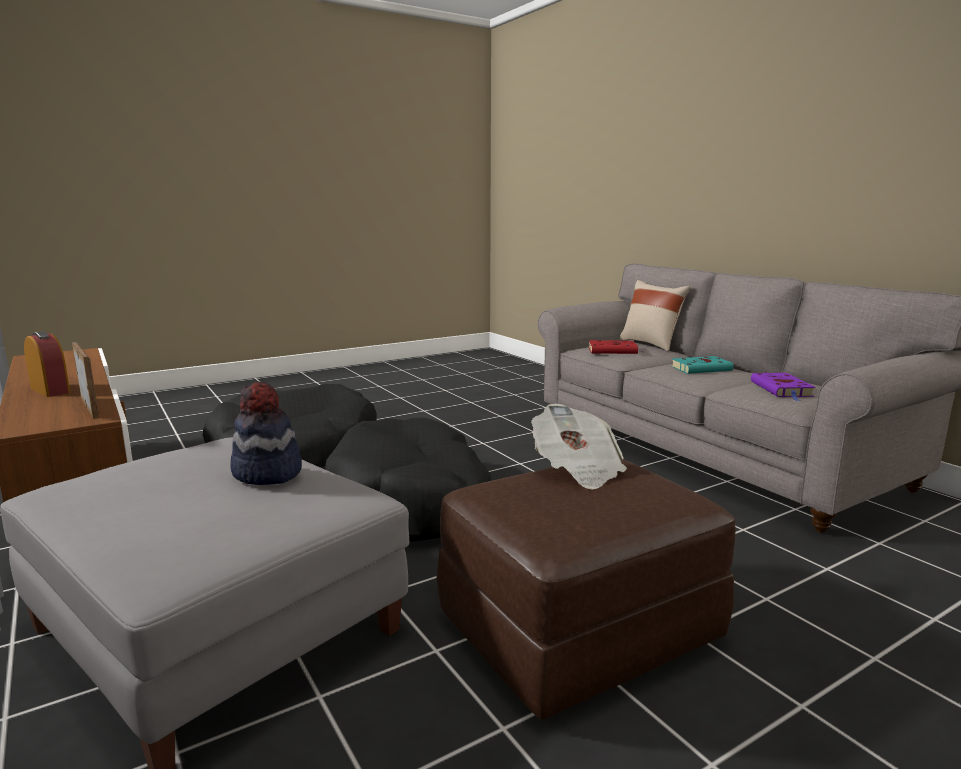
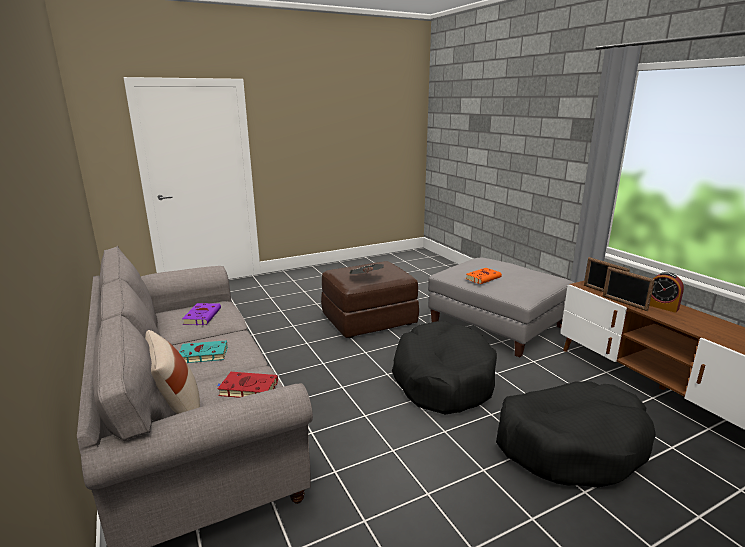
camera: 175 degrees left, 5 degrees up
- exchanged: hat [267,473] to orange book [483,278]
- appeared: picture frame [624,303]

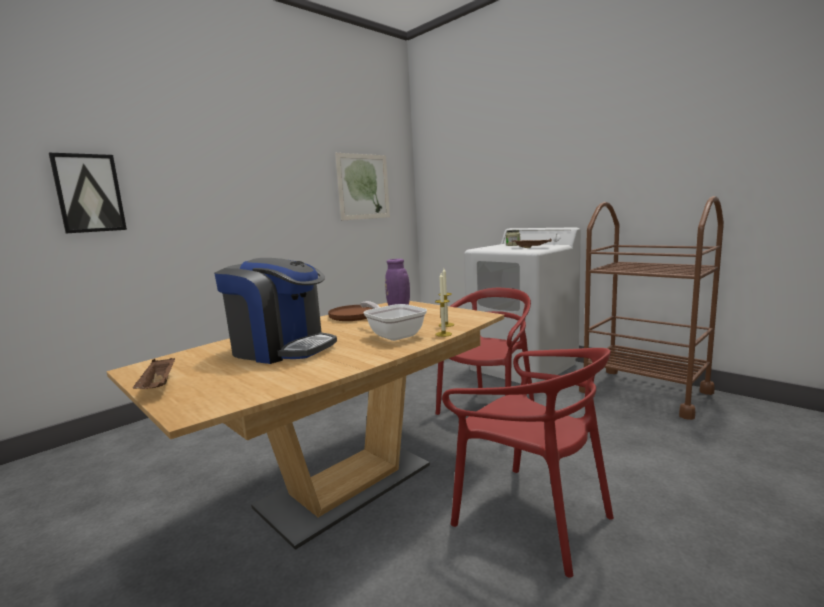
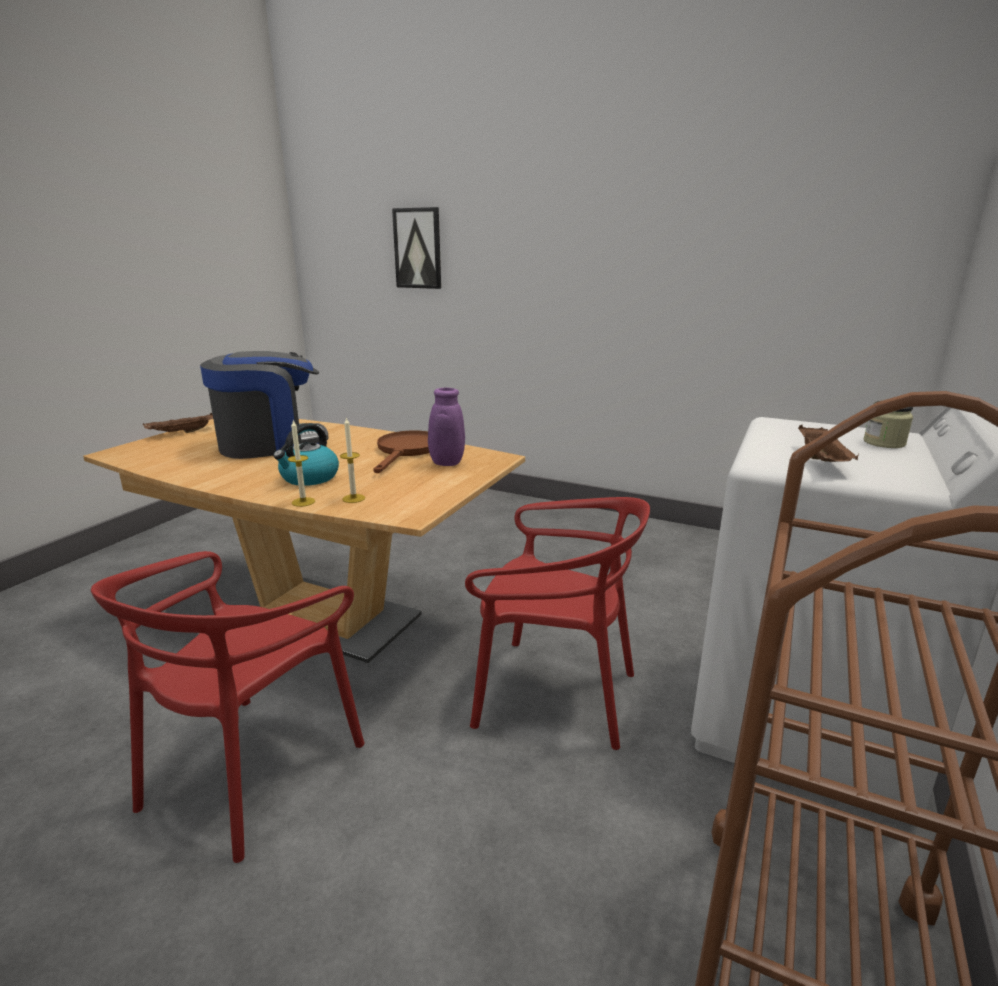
camera: 70 degrees right, 10 degrees up
- missing: picture [363,186]
- spun: coffee machine [281,349] = [271,444] 120 degrees counterclockwise
- exchanged: frying pan [393,335] to kettle [309,478]

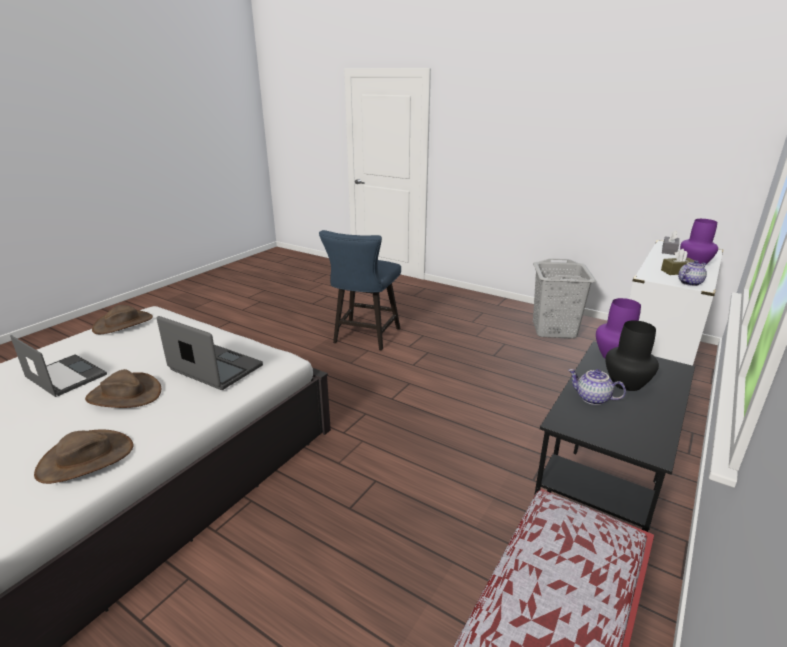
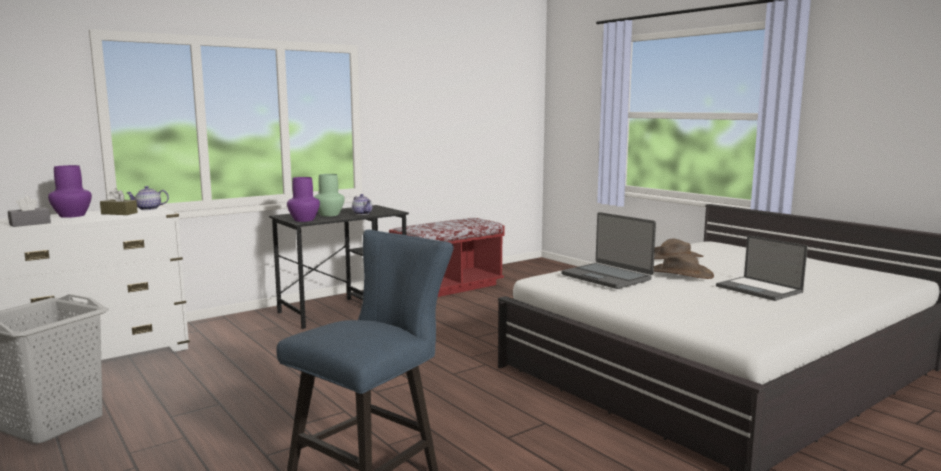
camera: 160 degrees left, 15 degrees down
- missing: brown hat [123,323]
- colour: black vase [625,383] to green vase [329,215]

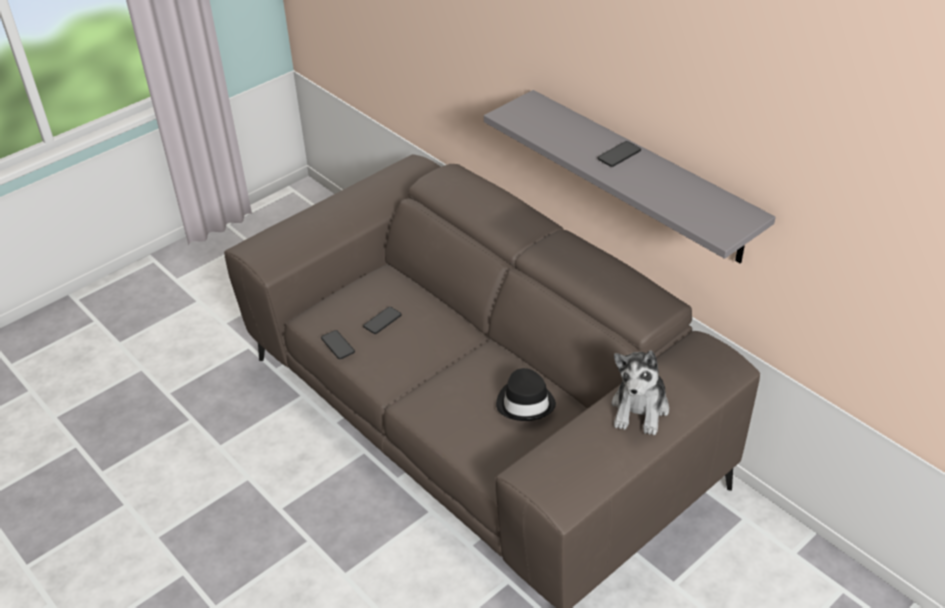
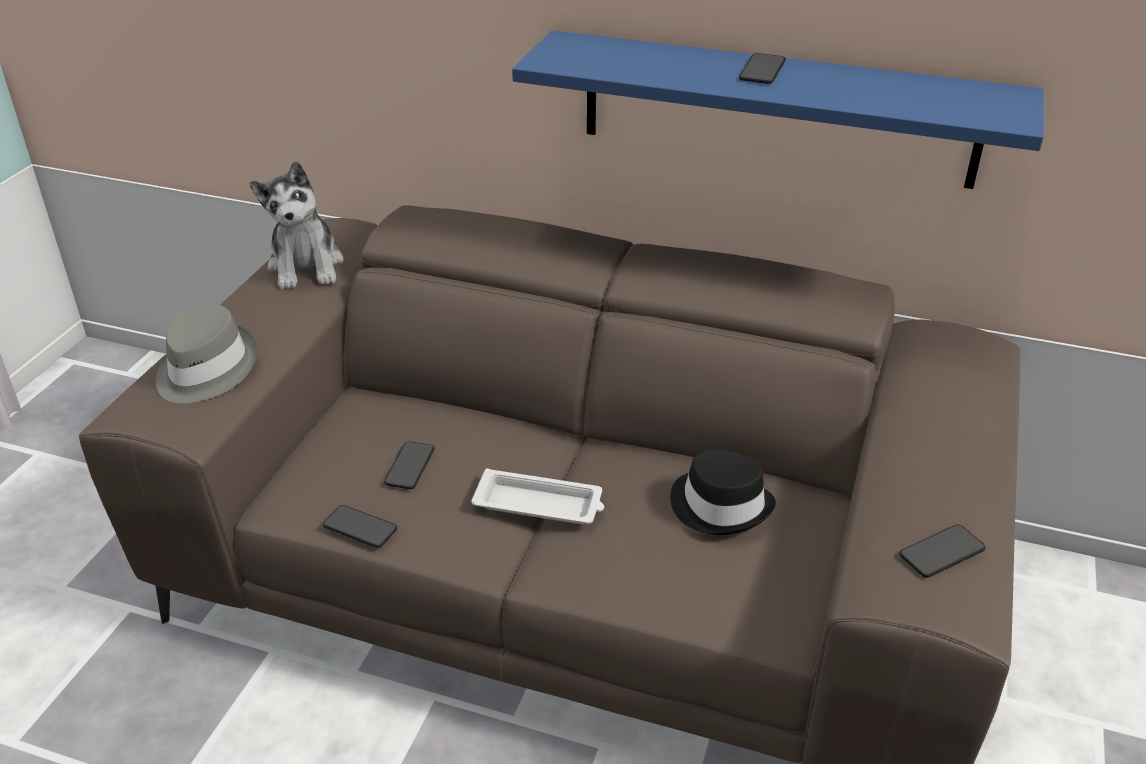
camera: 30 degrees left, 5 degrees down
- colour: grey shelf [641,176] to blue shelf [777,109]
- relocated: plush toy [640,409] to [306,266]
- appeared: grey hat [204,369]
- appeared: white tray [540,504]
- appeared: phone [941,552]

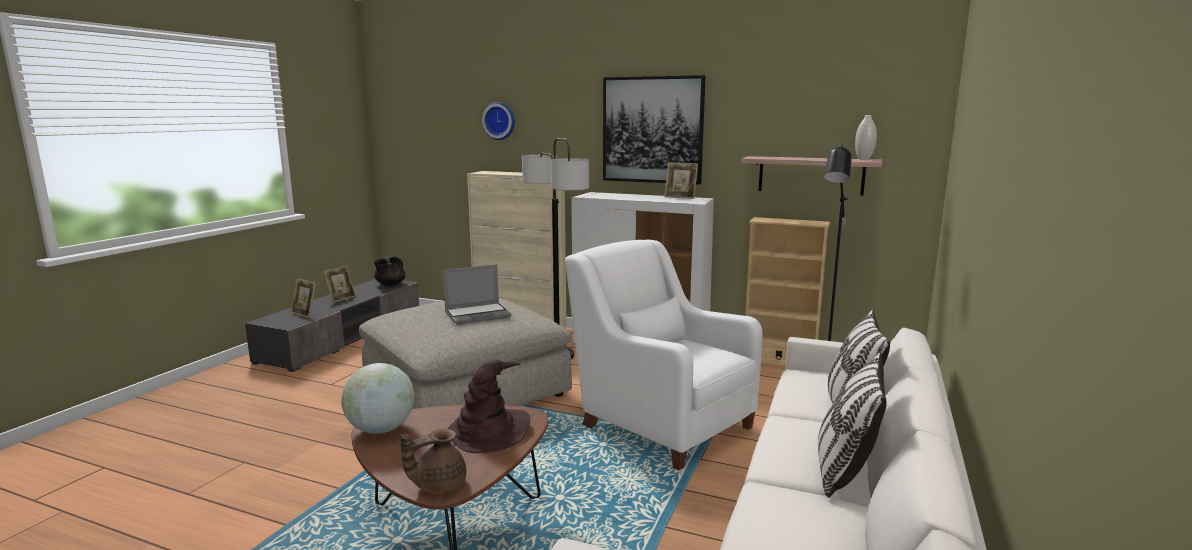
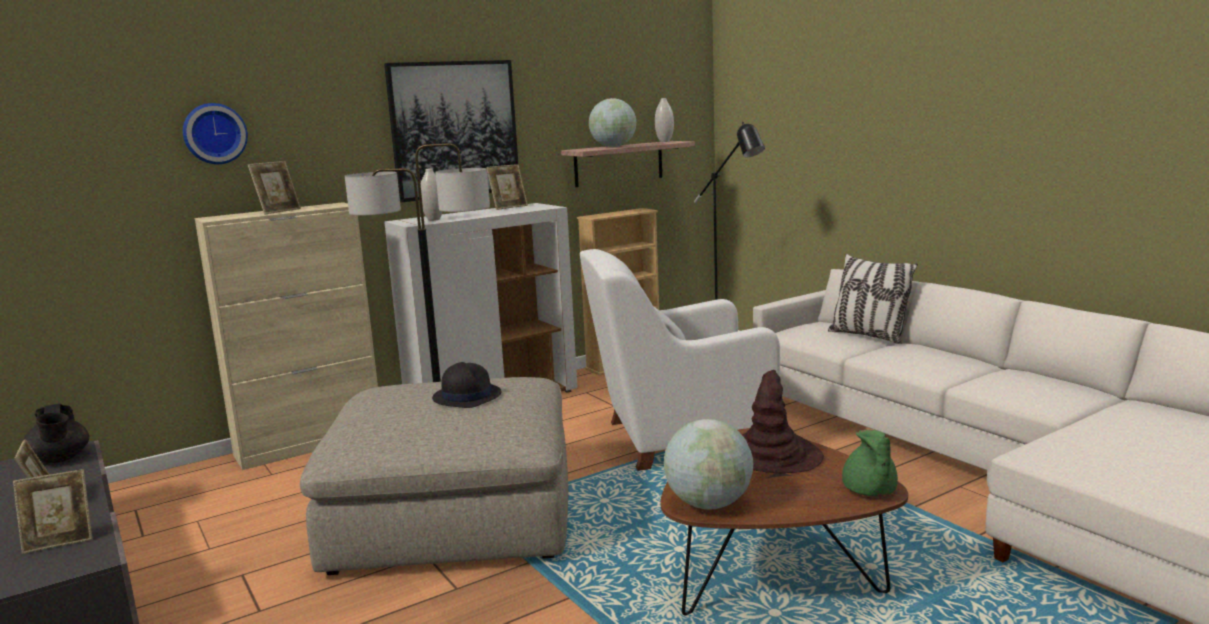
camera: 55 degrees left, 0 degrees up
- exchanged: laptop [478,314] to black hat [466,396]
- missing: pillow [844,472]
- colour: brown teapot [438,485] to green teapot [869,491]
- appeared: globe [613,147]
- appeared: picture frame [278,211]
- appeared: white vase [434,219]

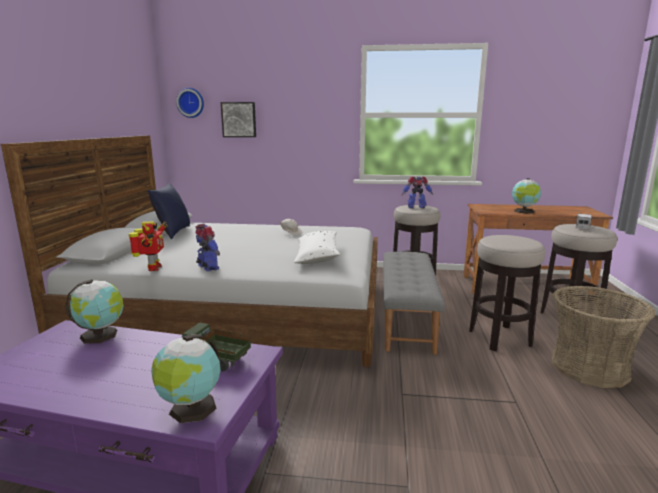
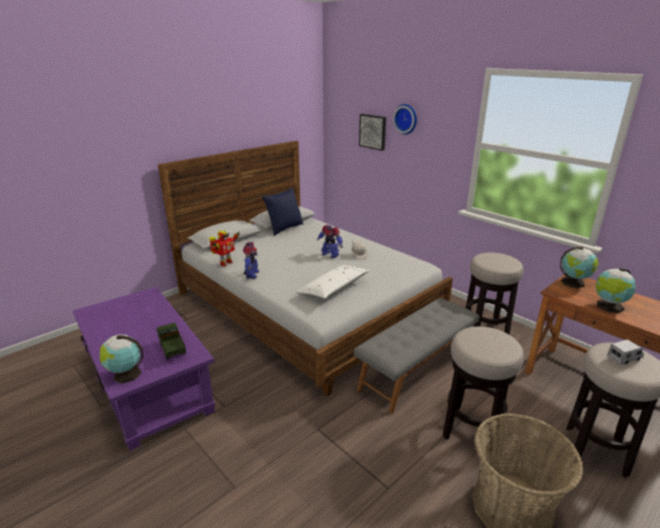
camera: 40 degrees right, 10 degrees up
- relocated: wall clock [191,102] to [406,119]
- relocated: toy robot [416,207] to [330,254]
- relocated: globe [101,335] to [574,282]

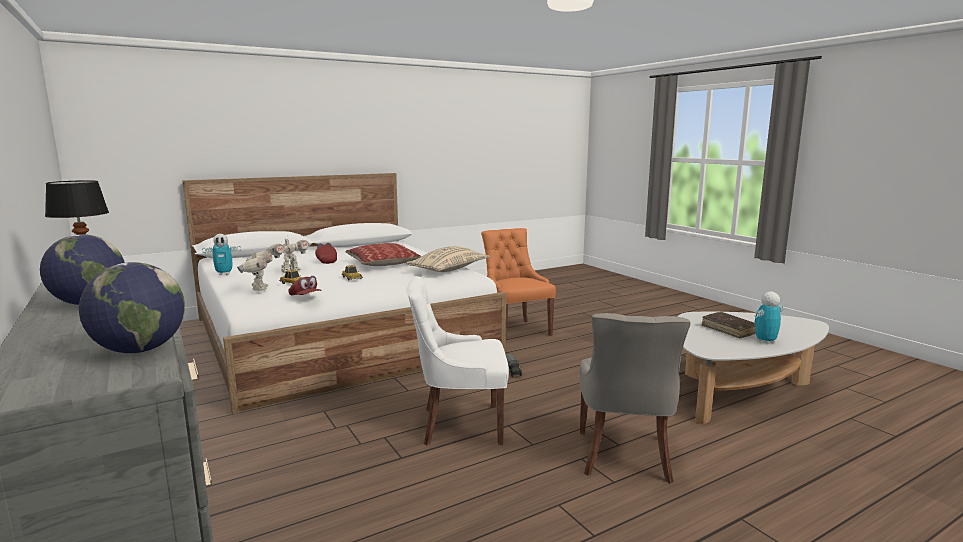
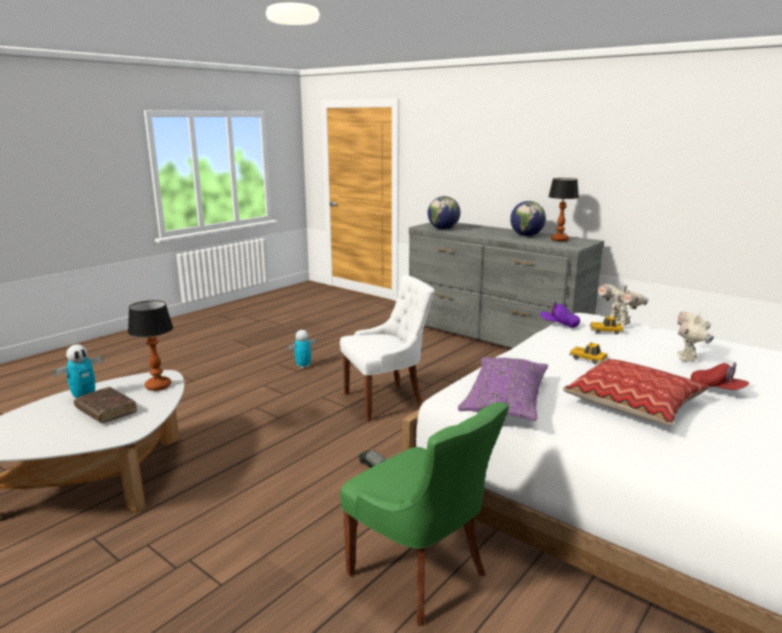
camera: 160 degrees right, 5 degrees up
- colour: orange chair [515,330] to green chair [420,574]
- relocated: toy robot [224,274] to [303,366]
- colour: beige pillow [449,270] to purple pillow [505,401]
- colour: red cap [305,297] to purple cap [559,324]
- missing: grey chair [624,457]
- appeared: table lamp [157,386]

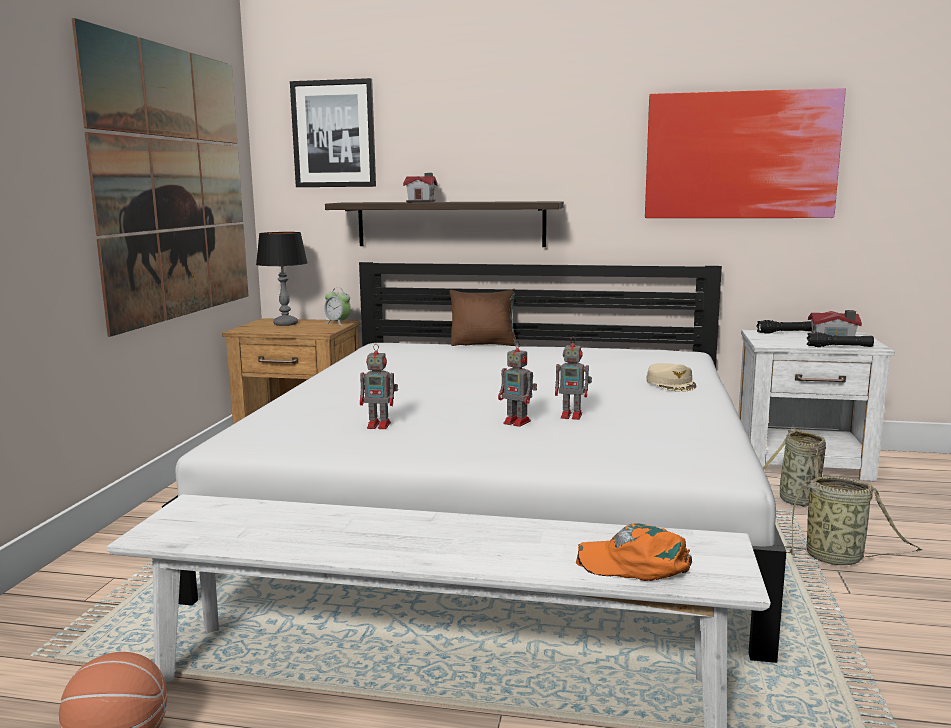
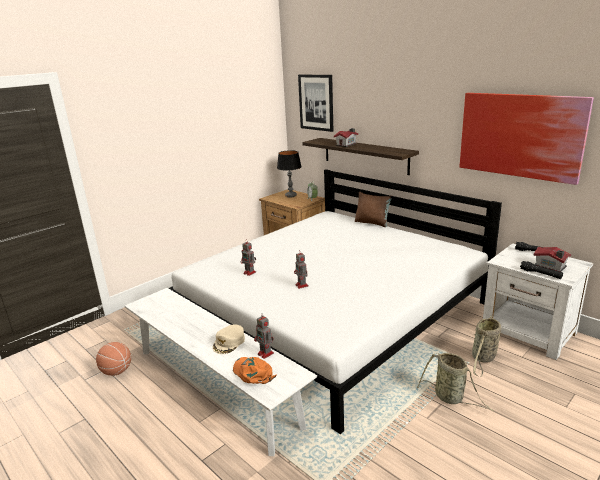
camera: 35 degrees right, 10 degrees up
- missing: picture [174,184]
- relocated: toy robot [573,416] to [266,354]
- relocated: beige cap [671,384] to [229,342]

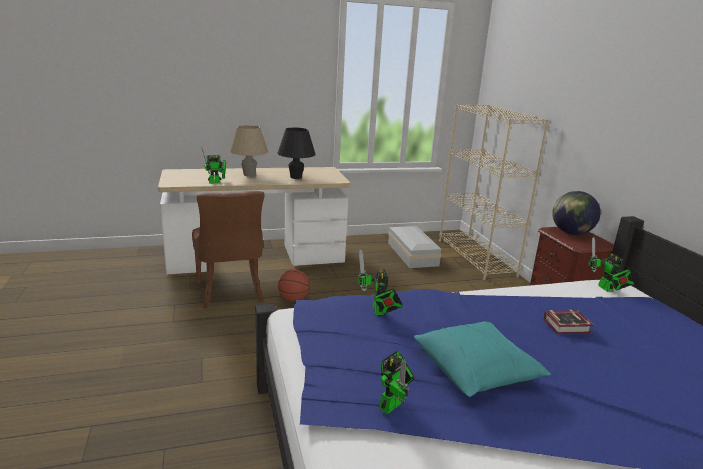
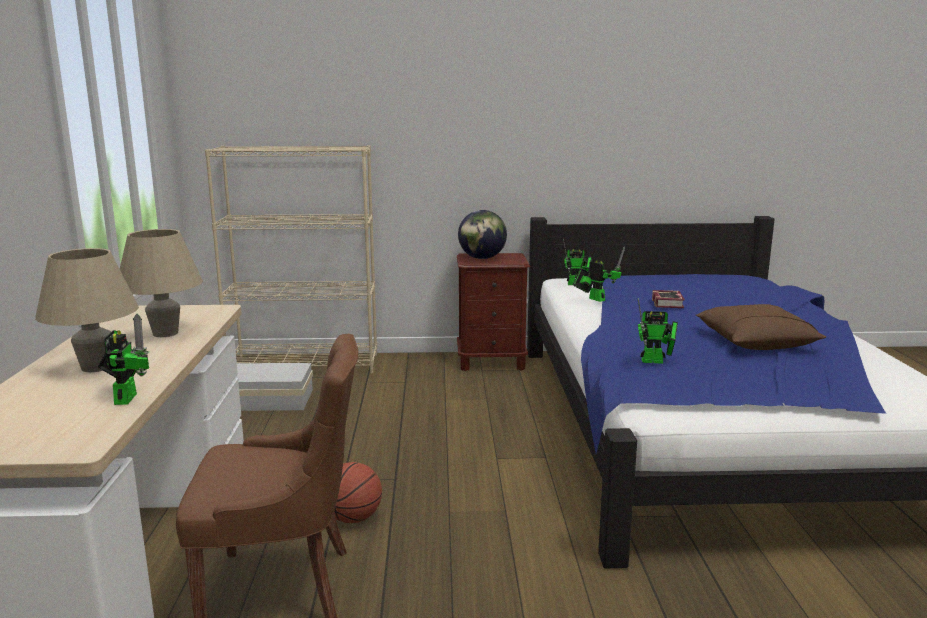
camera: 75 degrees left, 5 degrees down
- colour: black table lamp [296,177] to beige table lamp [165,333]
- colour: turquoise pillow [476,370] to brown pillow [755,342]
- relocated: toy robot [392,404] to [595,299]

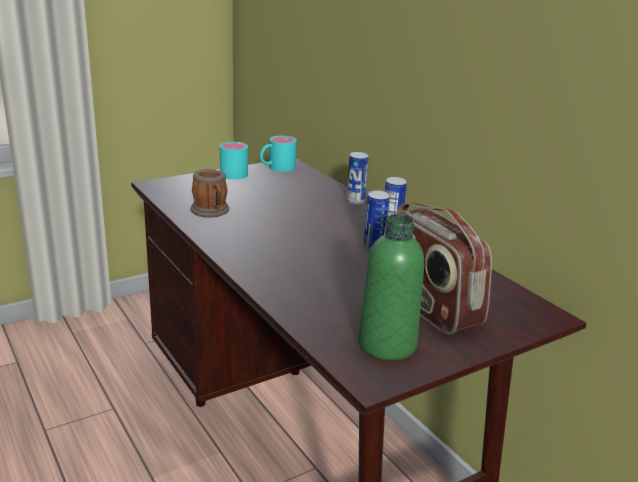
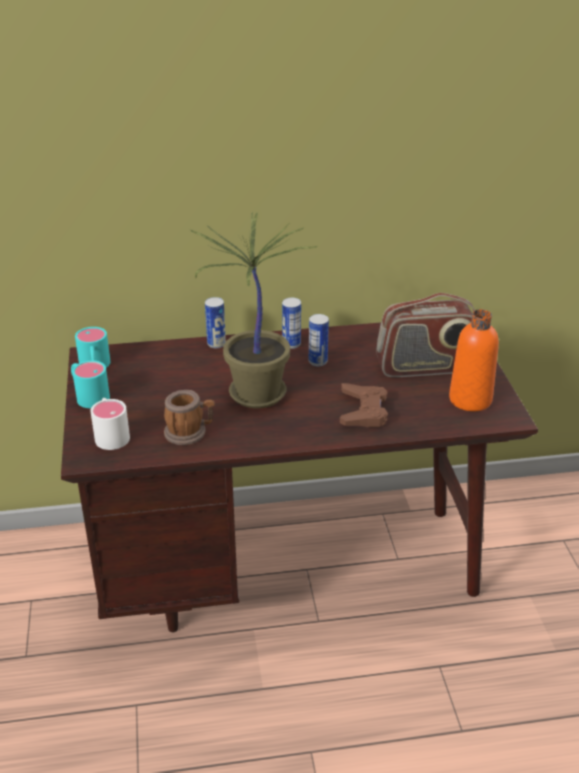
camera: 65 degrees left, 10 degrees up
- colour: green bottle [387,344] to orange bottle [470,399]
- appeared: potted plant [256,395]
- appeared: brown game controller [363,411]
- appeared: white mug [111,434]

